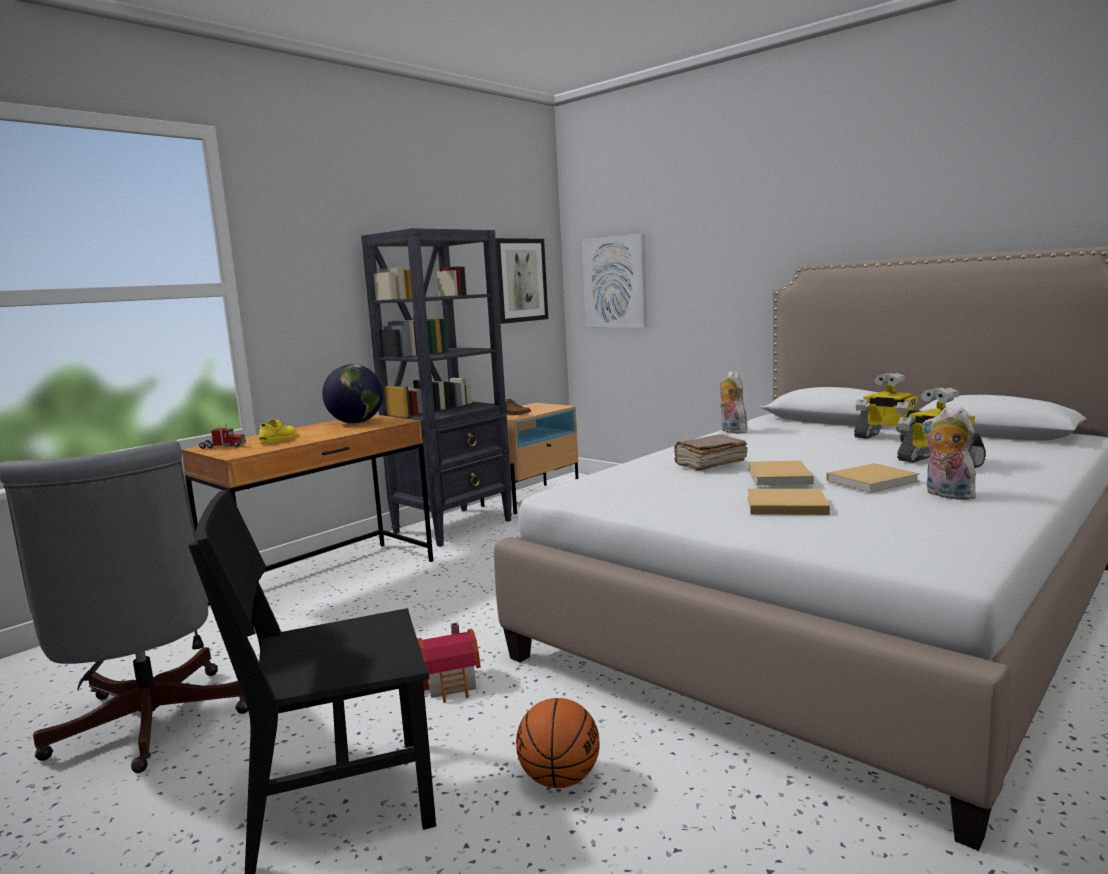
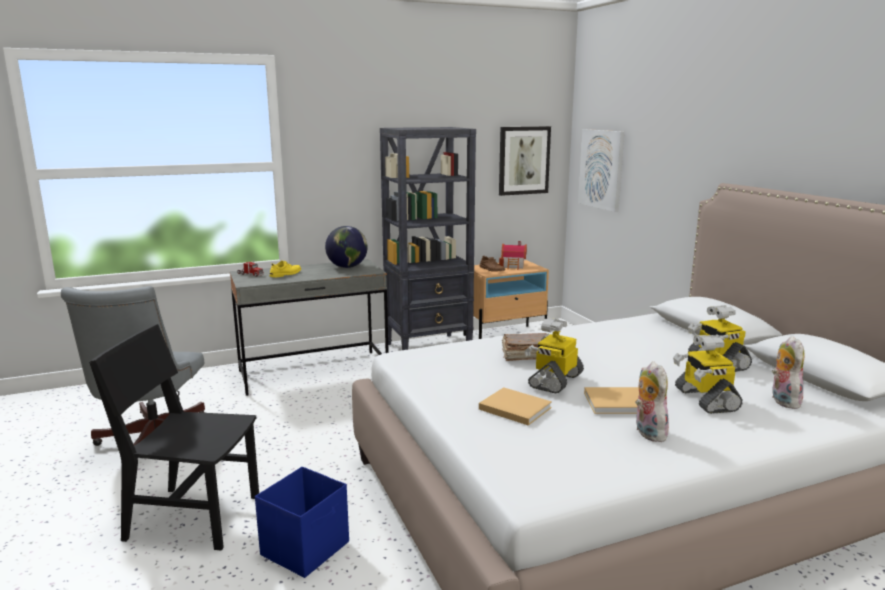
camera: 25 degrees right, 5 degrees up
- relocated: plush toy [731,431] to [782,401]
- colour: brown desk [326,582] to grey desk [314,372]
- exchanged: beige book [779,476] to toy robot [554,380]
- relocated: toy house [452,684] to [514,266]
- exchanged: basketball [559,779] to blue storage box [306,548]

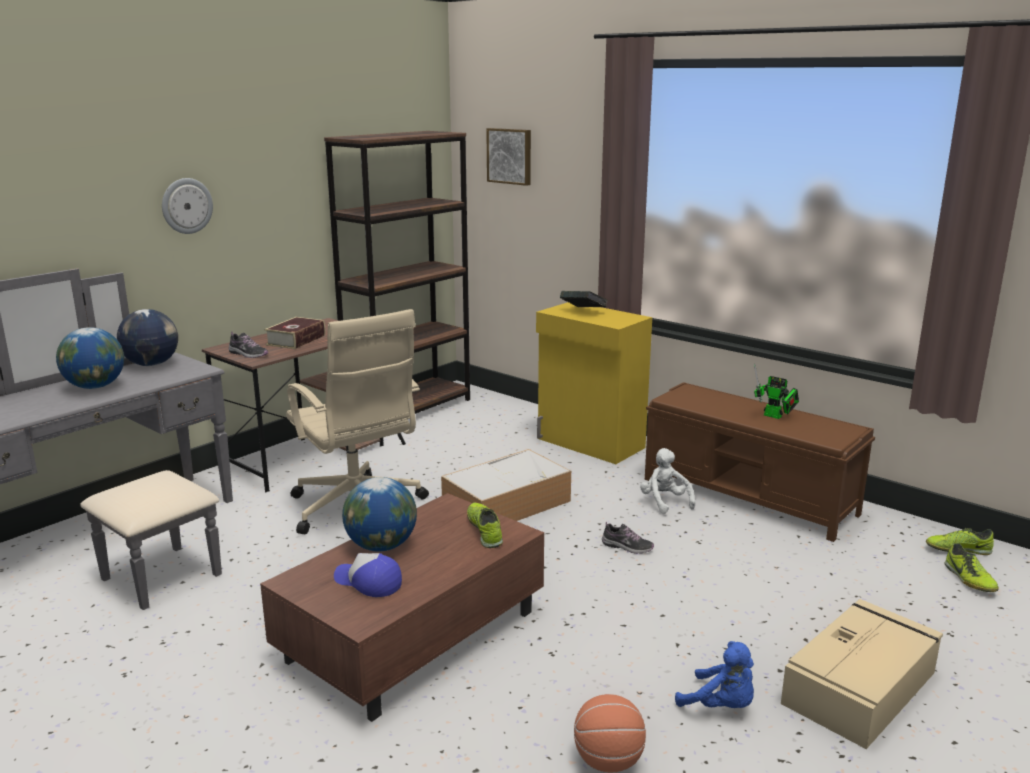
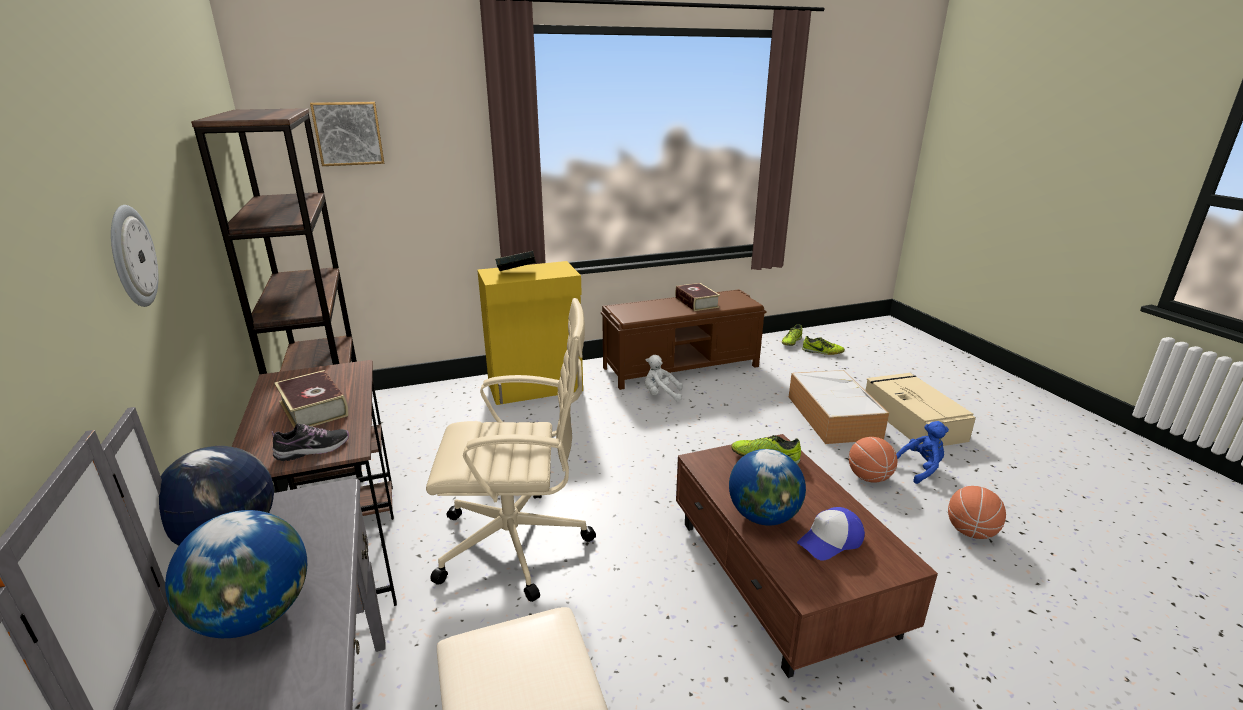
camera: 60 degrees left, 5 degrees up
- exchanged: toy robot [775,416] to book [696,302]
- relocated: storage box [507,503] to [832,416]
- missing: shoe [627,547]
- appeared: basketball [868,477]

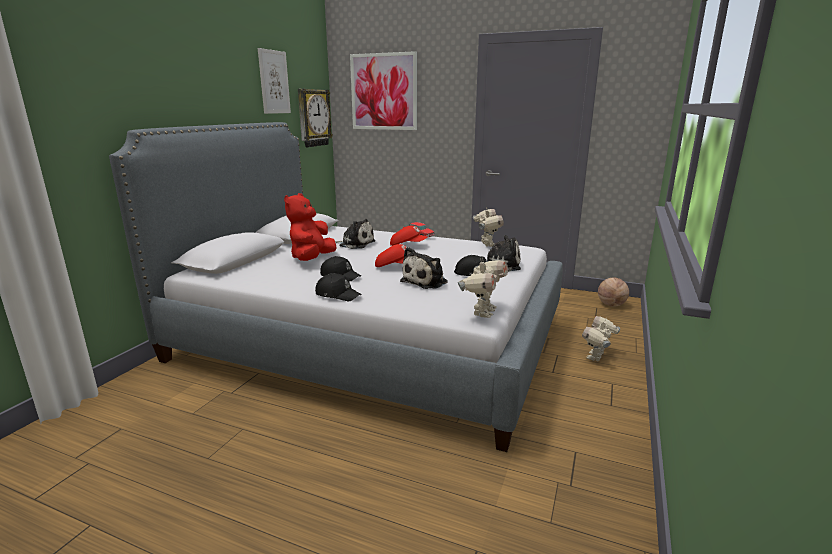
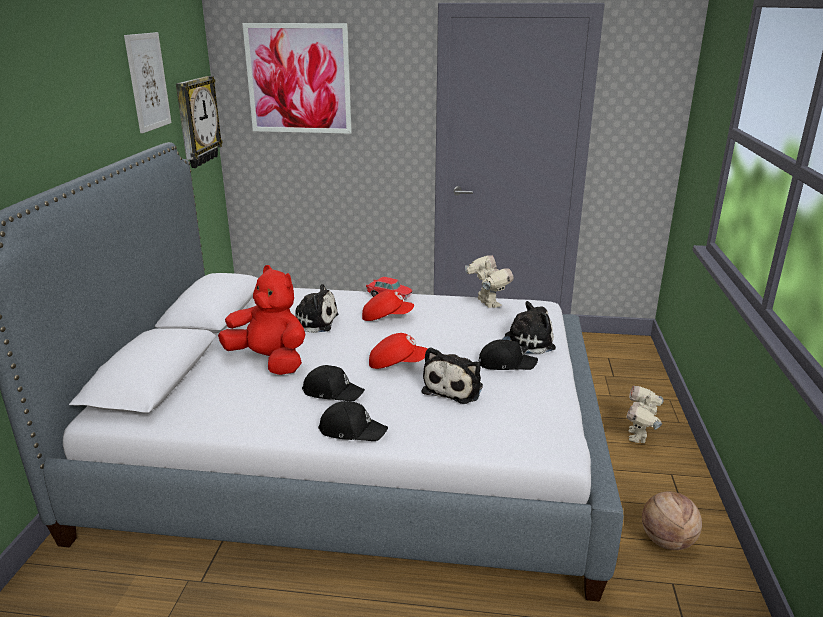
camera: 15 degrees left, 5 degrees up
- spun: red plush toy [312,259] = [269,361] 120 degrees clockwise
- missing: toy robot [482,312]
- relocated: basketball [611,305] to [667,541]

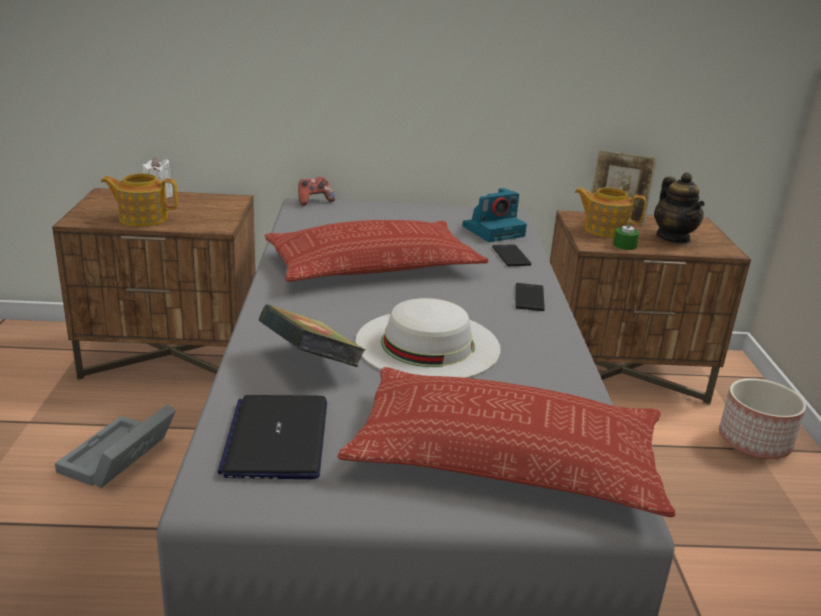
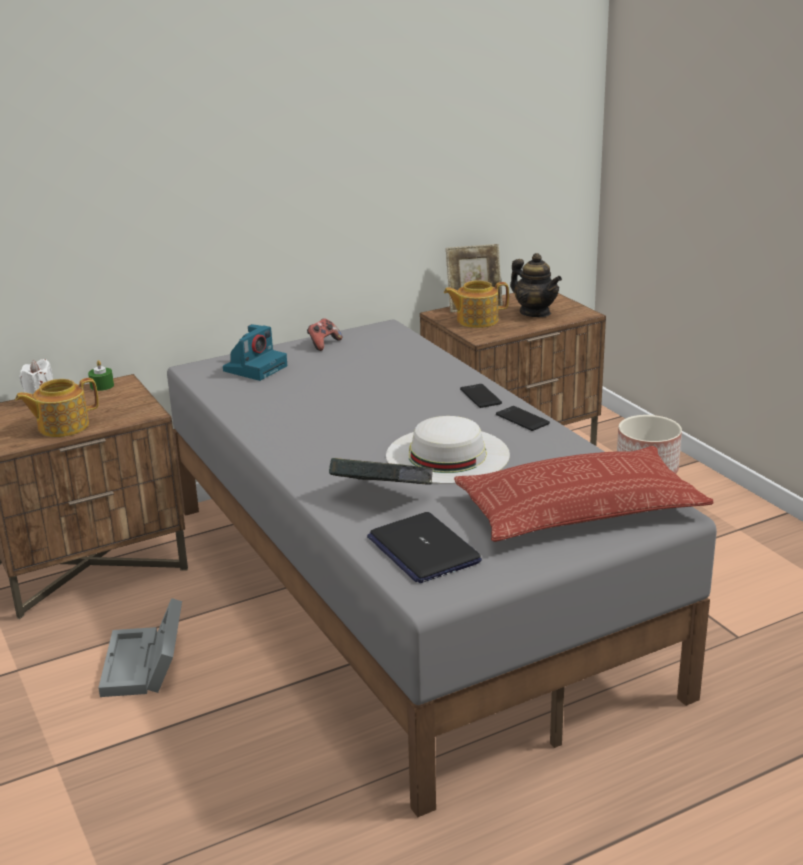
camera: 25 degrees left, 0 degrees up
- relocated: game controller [314,201] to [323,344]
- relocated: photo camera [494,231] to [255,368]
- relocated: green candle [624,245] to [102,386]
- missing: pillow [373,265]
- relocated: phone [511,256] to [522,419]

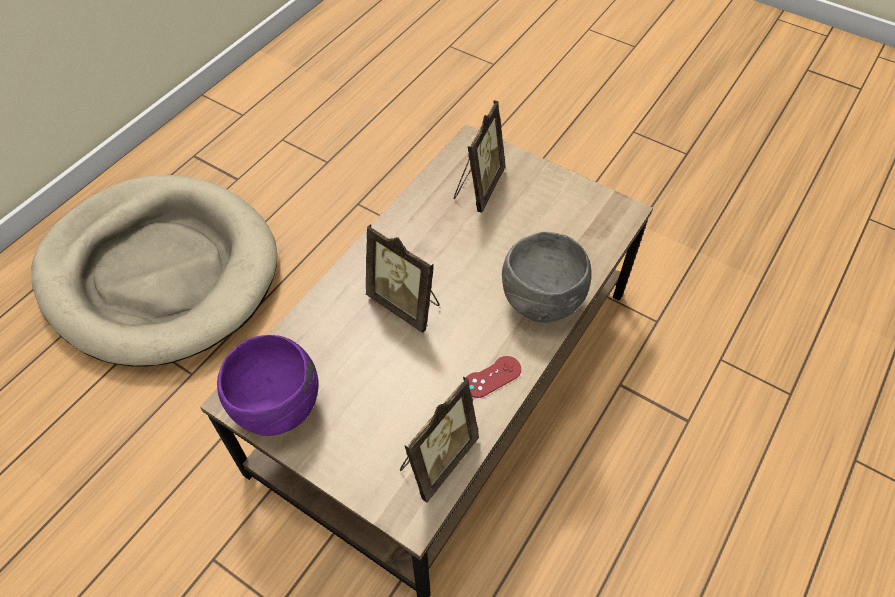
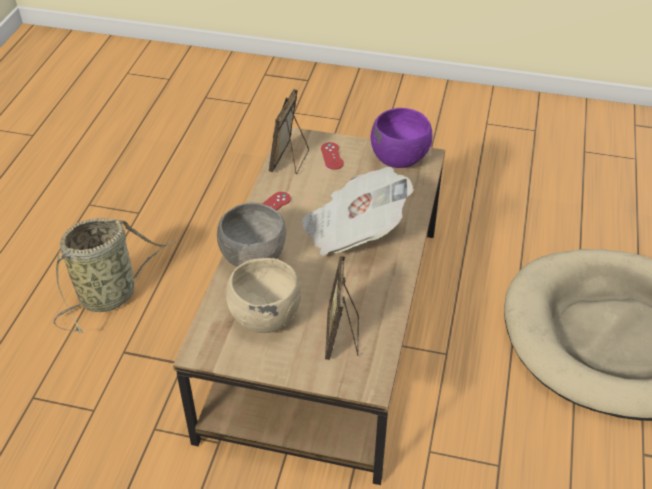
camera: 160 degrees right, 10 degrees down
- exchanged: picture frame [406,304] to newspaper [353,231]
- appeared: red game controller [332,156]
- appeared: basket [111,294]
- appeared: beige bowl [264,318]

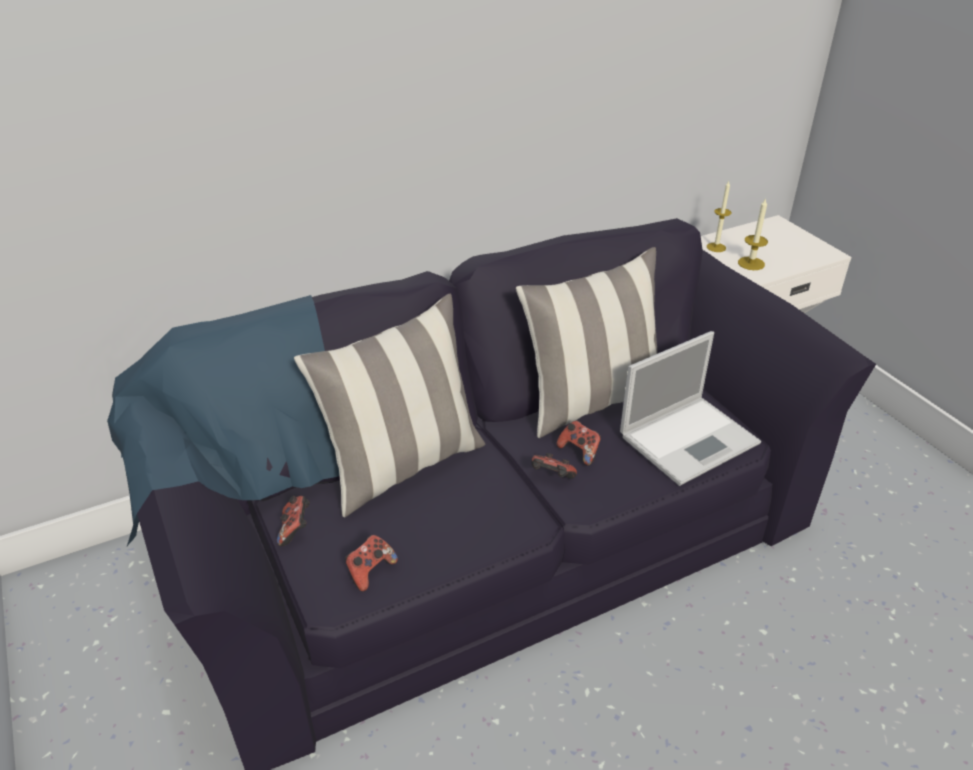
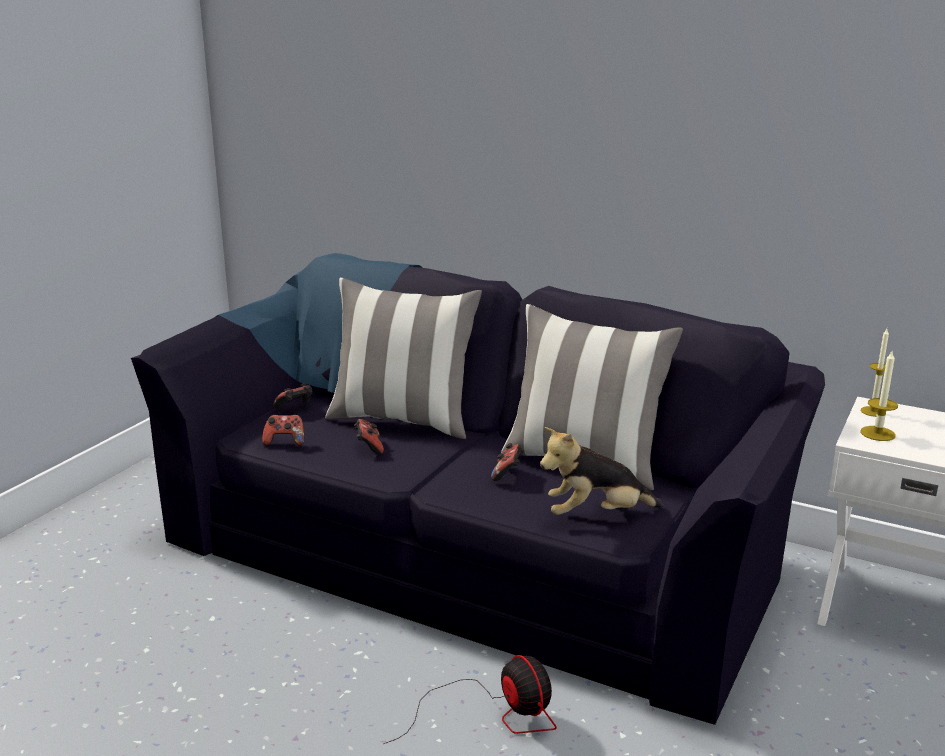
camera: 55 degrees right, 15 degrees down
- exchanged: laptop [690,438] to plush toy [596,514]
- relocated: game controller [551,477] to [369,447]
- appeared: fan [494,714]

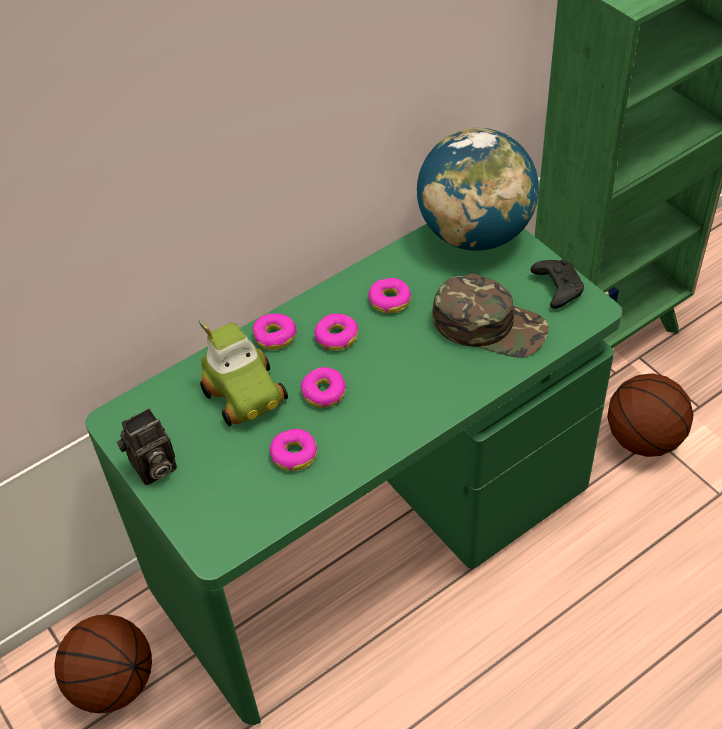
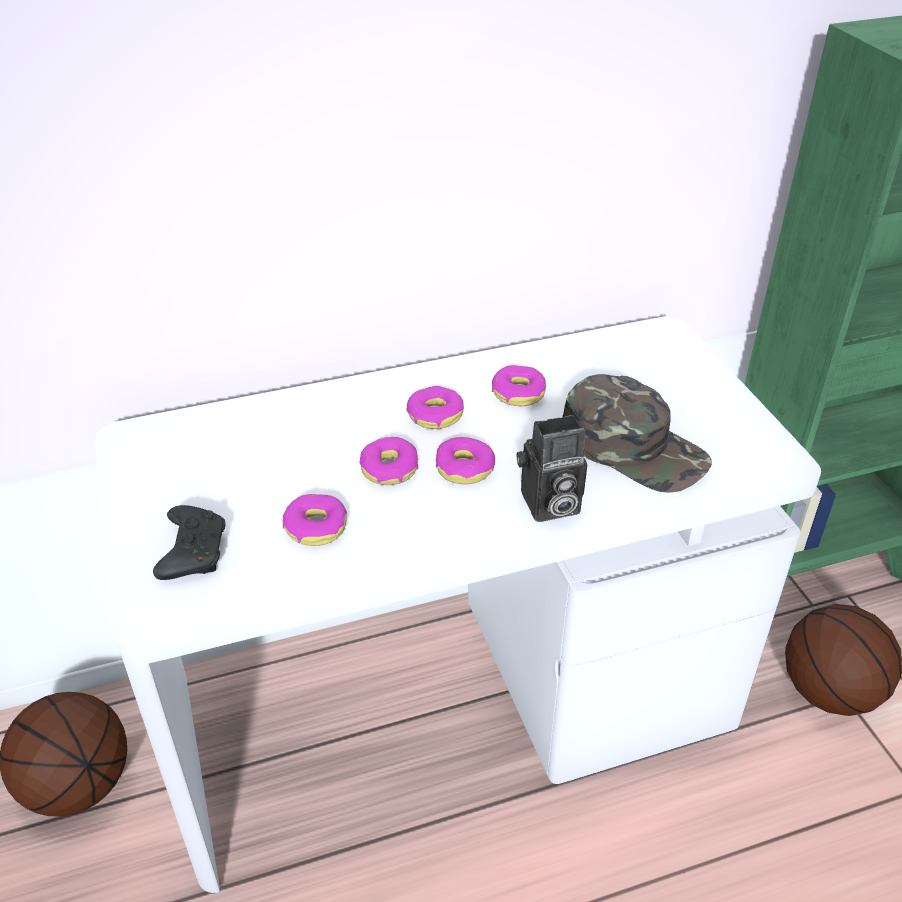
camera: 15 degrees right, 10 degrees down
- missing: globe [475,233]
- colour: green desk [372,532] to white desk [451,703]
- relocated: black game controller [556,288] to [193,552]
- relocated: donut [275,336] to [465,468]
- missing: toy car [246,394]
- relocated: photo camera [153,469] to [548,506]

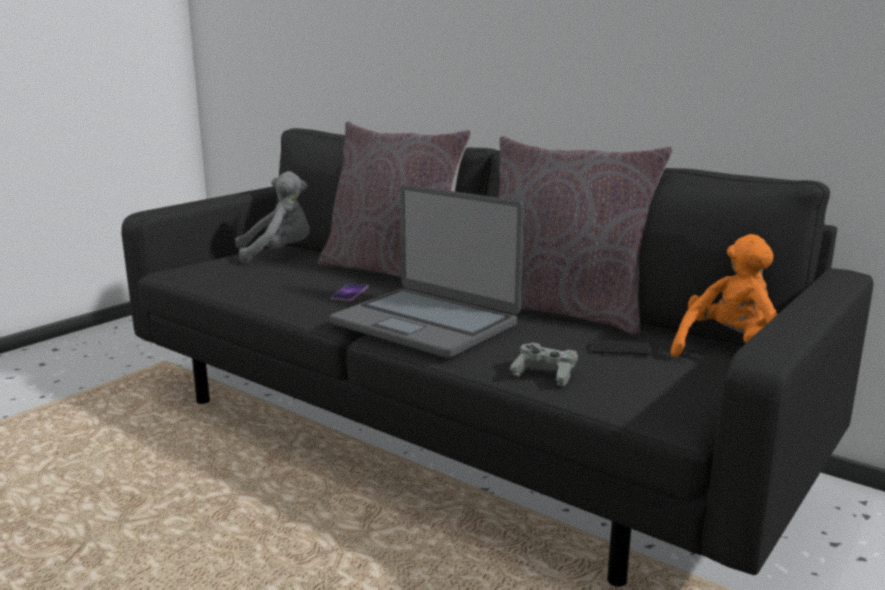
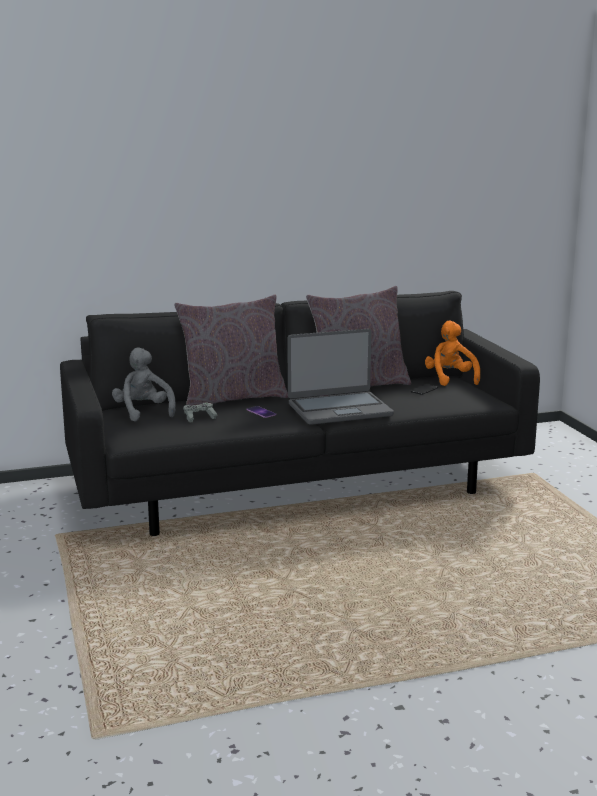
camera: 55 degrees left, 0 degrees up
- spun: grey plush toy [278,254] = [143,412] 45 degrees counterclockwise
- relocated: grey game controller [545,374] to [199,417]

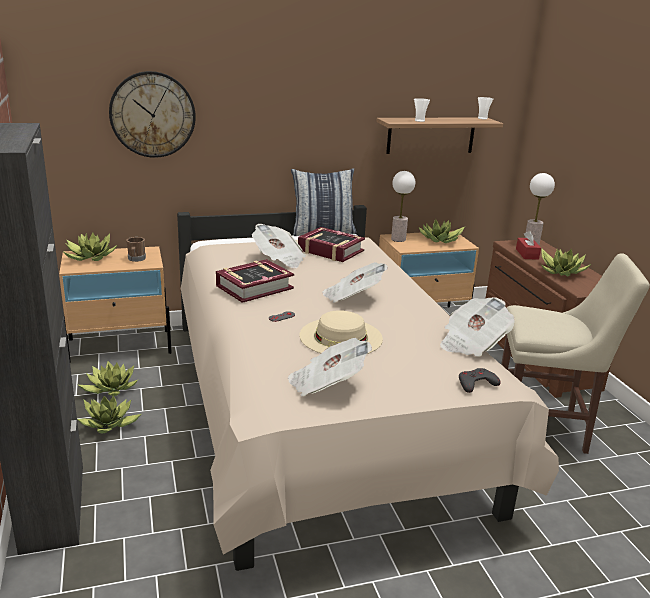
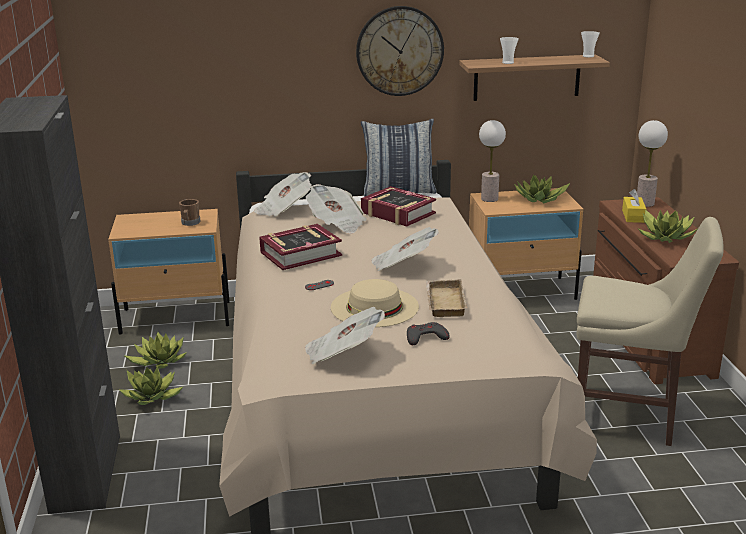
camera: 10 degrees right, 0 degrees up
- relocated: wall clock [152,114] to [399,51]
- colour: red tissue box [527,254] to yellow tissue box [633,216]
- missing: potted plant [89,257]
- relocated: newspaper [472,343] to [283,209]
- relocated: grey game controller [476,384] to [425,337]
- appeared: beige tray [443,302]

